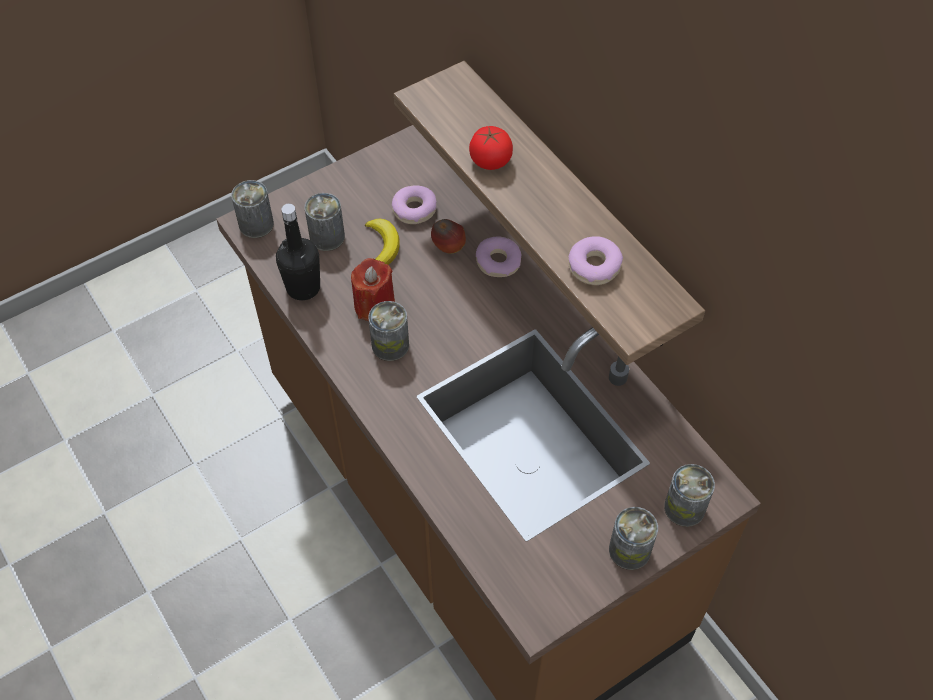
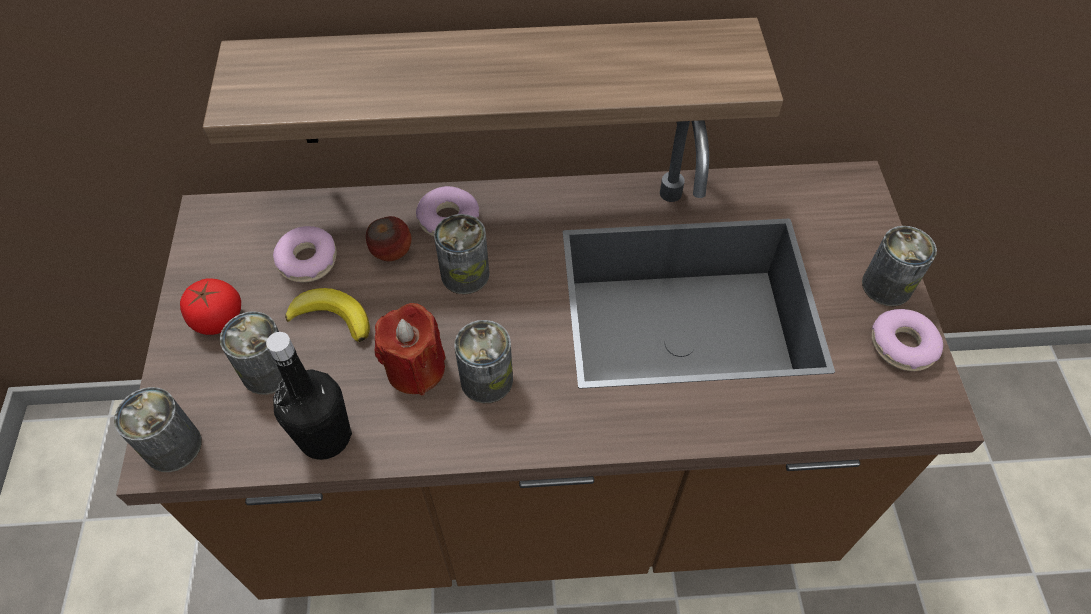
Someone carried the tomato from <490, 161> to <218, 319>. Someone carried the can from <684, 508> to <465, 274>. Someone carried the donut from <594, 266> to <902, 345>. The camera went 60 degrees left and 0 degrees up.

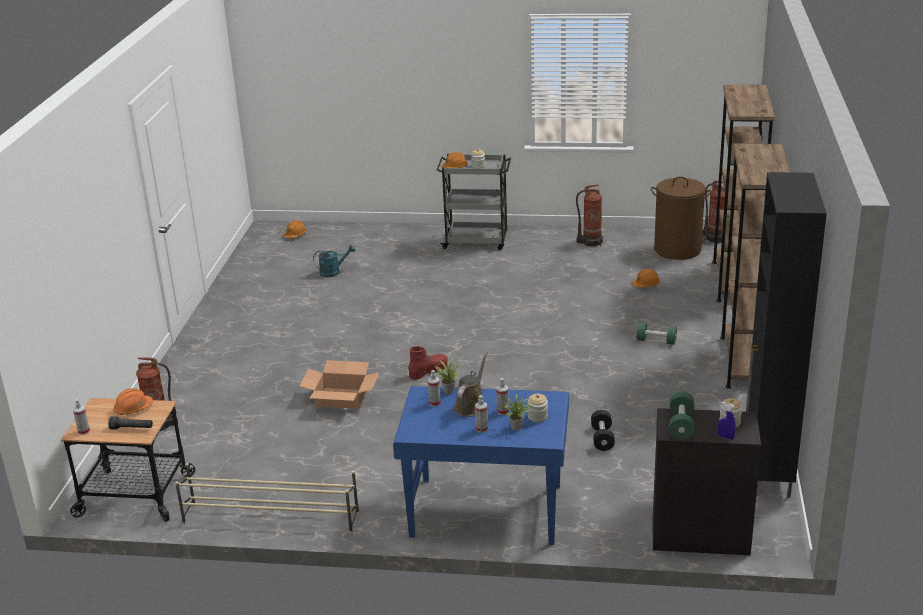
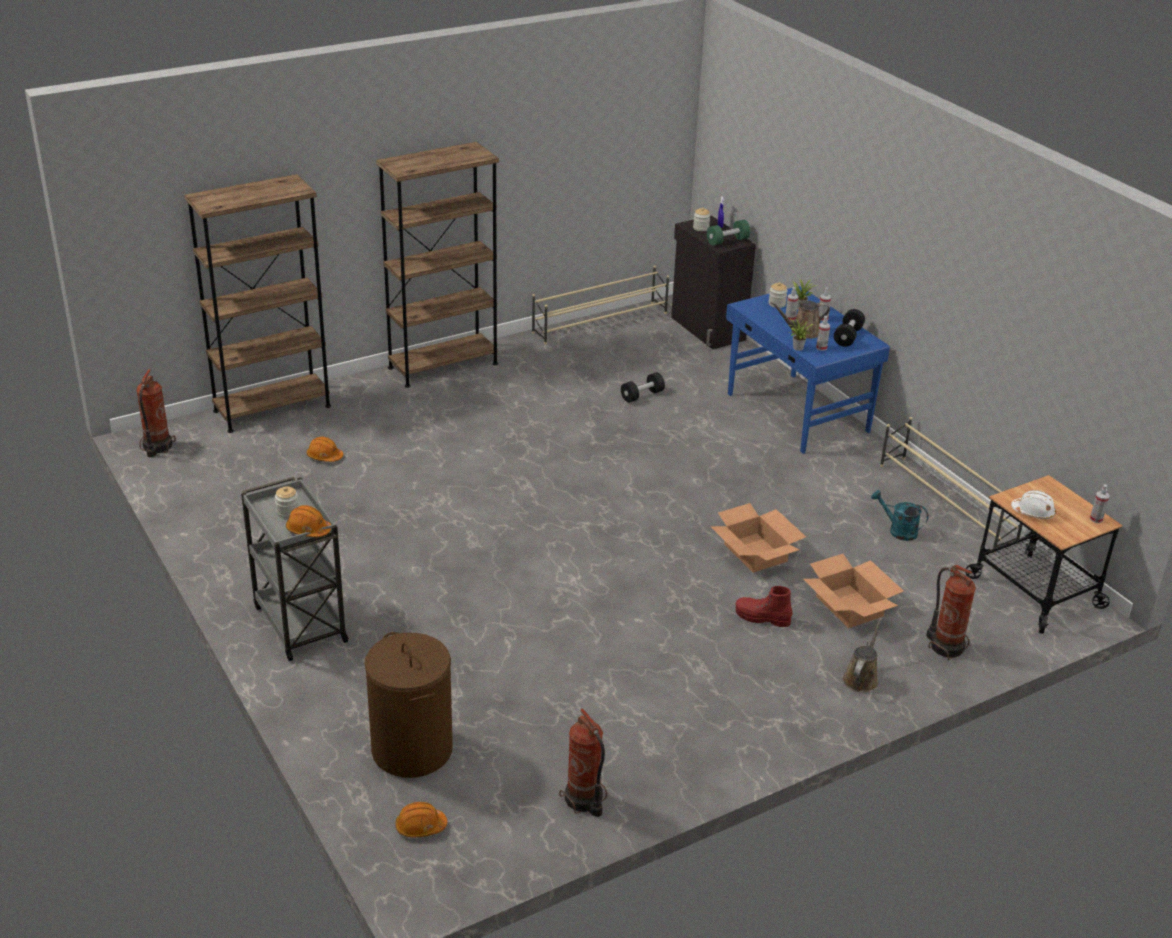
Someone carried the laundry basket (brown) from <677, 249> to <411, 749>. Someone swapped the cabinet (black) at <767, 471> for the shoe rack (beige) at <601, 323>. Someone carried the fire extinguisher from <590, 242> to <584, 800>. Someone carried the boot (red) from <428, 371> to <762, 618>. Someone put down the cardboard box at <849, 606>. Someone put down the dumbbell (black) at <848, 337>. Someone put down the watering can (brown) at <861, 678>. Someone carried the watering can (turquoise) from <333, 272> to <898, 530>. Someone repainted the hard hat (orange) at <133, 408>, which became the hard hat (white) at <1033, 512>. Someone took away the flashlight (black) at <132, 428>. Someone took away the dumbbell (green) at <656, 341>. The camera went 130 degrees left and 5 degrees up.

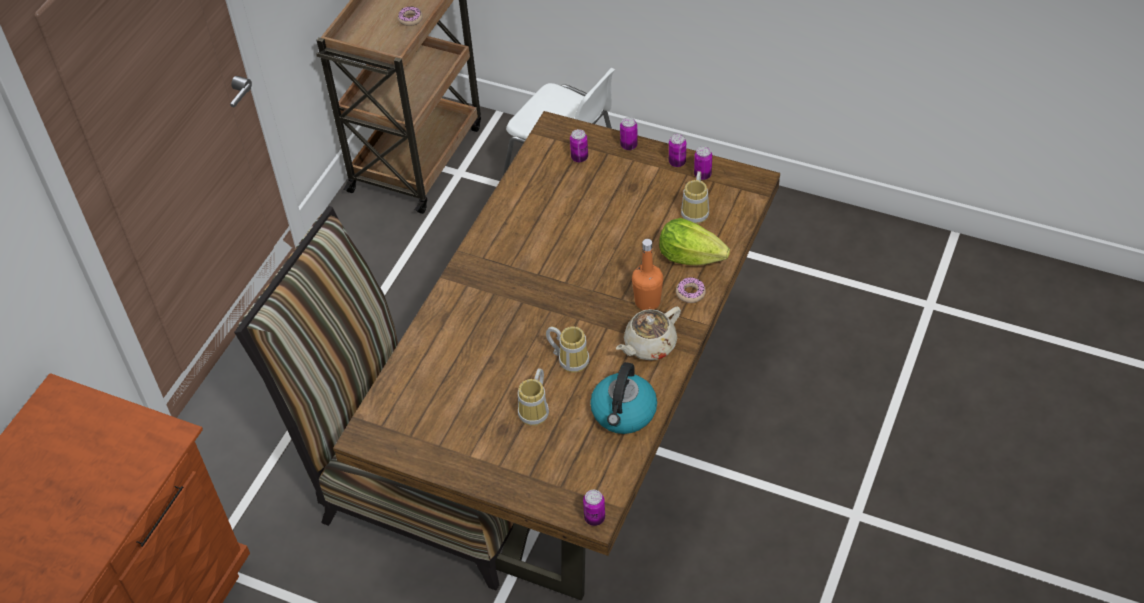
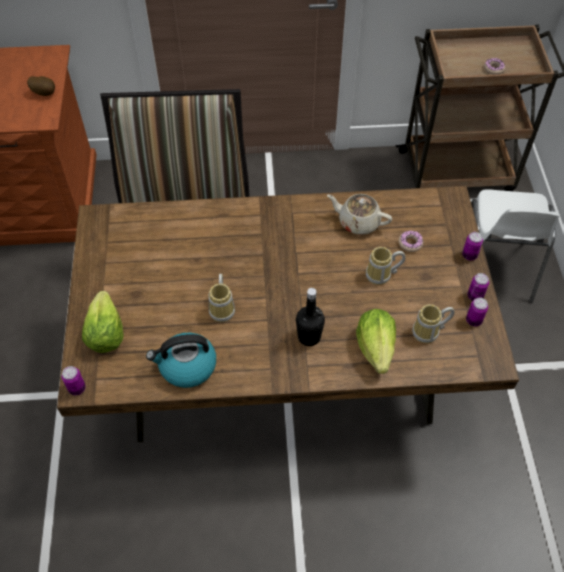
Someone put down the potato at <44, 93>. Someone put down the lettuce at <105, 334>. Someone repainted the bottle (orange) at <647, 302>, which became the bottle (black) at <309, 337>. Someone carried the teapot (beige) from <649, 345> to <358, 222>. Someone carried the mug from <537, 410> to <382, 276>. Someone carried the donut from <690, 293> to <410, 243>. Someone took away the can at <579, 157>. The camera went 60 degrees right and 5 degrees up.

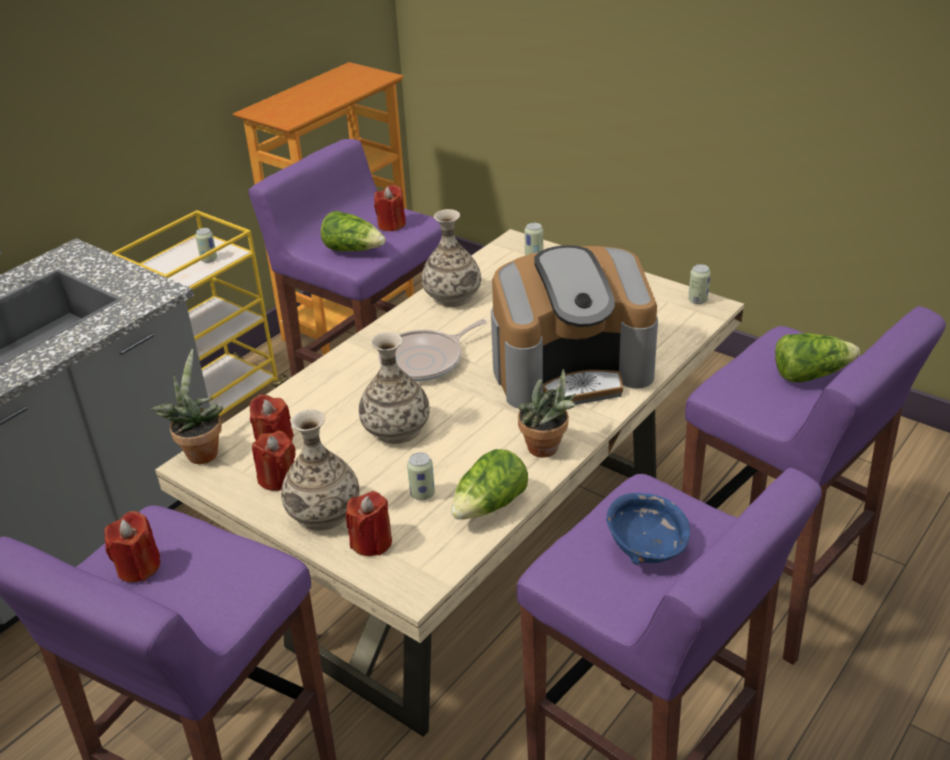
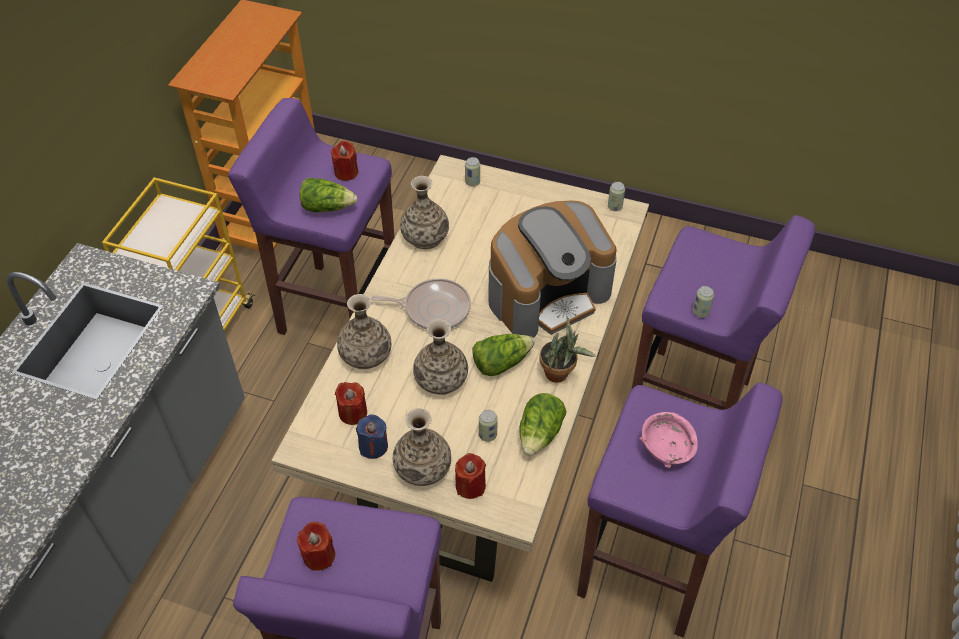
Someone put down the vase at <365, 354>. Someone repainted the candle (red) at <278, 478>, which became the candle (blue) at <373, 446>. Someone rotated the frying pan at <425, 360> by 120 degrees counterclockwise. Someone carried the lettuce from <810, 374> to <501, 362>. Someone repainted the bowl (blue) at <646, 547>, which became the bowl (pink) at <666, 449>. Someone carried the can from <209, 259> to <700, 312>. Someone took away the potted plant at <200, 452>. The camera went 20 degrees left and 15 degrees up.

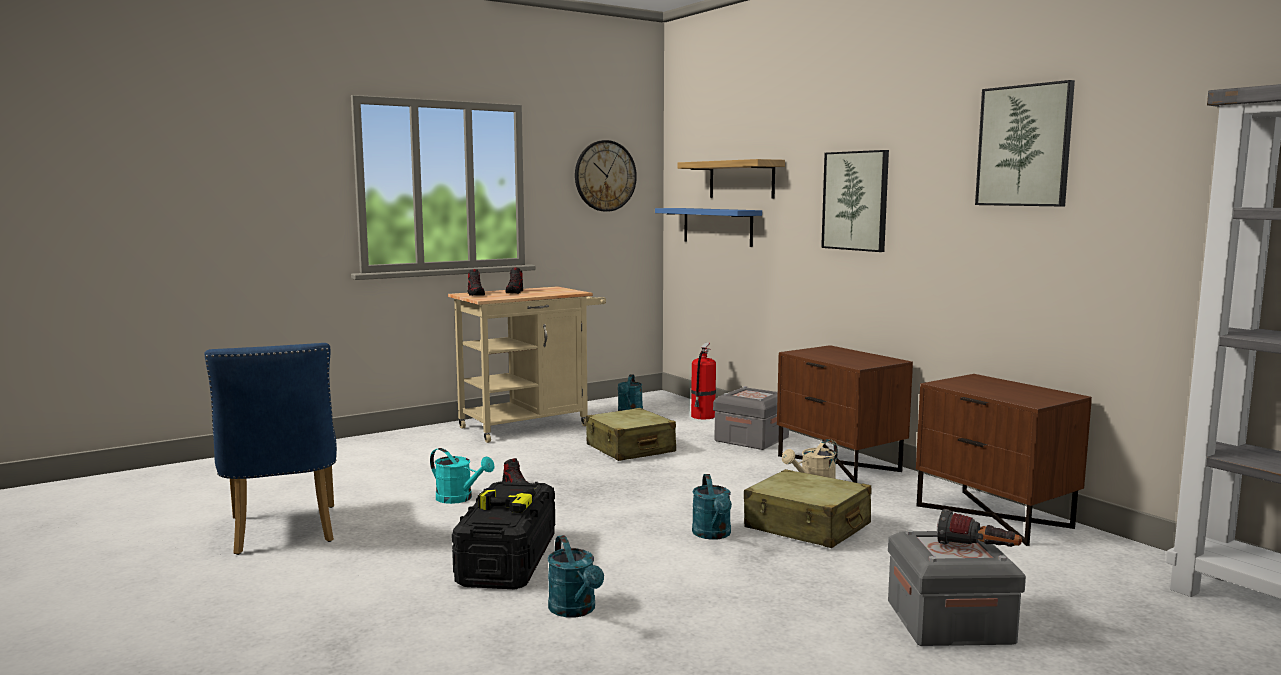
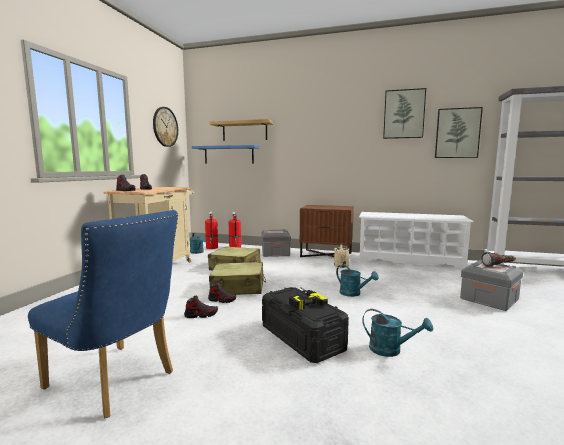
Someone swapped the watering can (turquoise) at <459, 499> for the shoe at <201, 315>. Someone put down the fire extinguisher at <212, 247>. Someone carried the suitcase (beige) from <807, 527> to <238, 288>. Someone swapped the nightstand (brown) at <994, 516> for the shoe rack (white) at <409, 261>. Someone carried the picture from <856, 201> to <457, 133>. The camera went 40 degrees left and 0 degrees up.

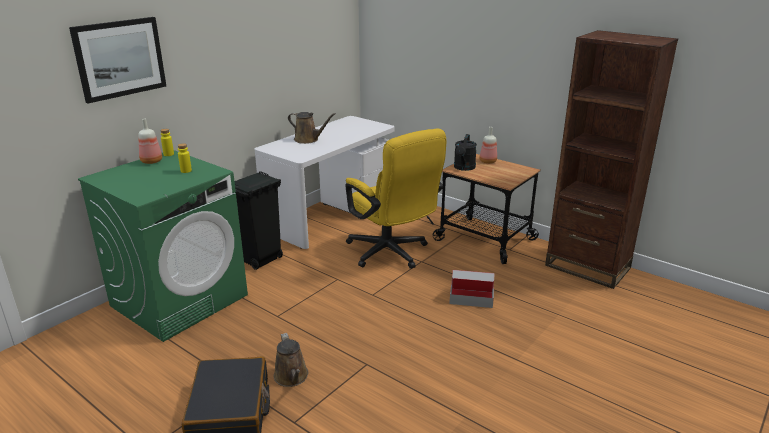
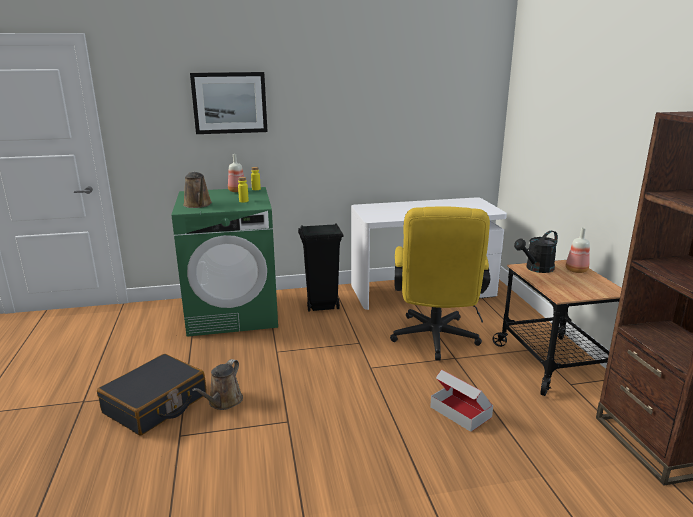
Someone carried the watering can (brown) from <308, 140> to <198, 205>. The camera went 40 degrees right and 5 degrees down.

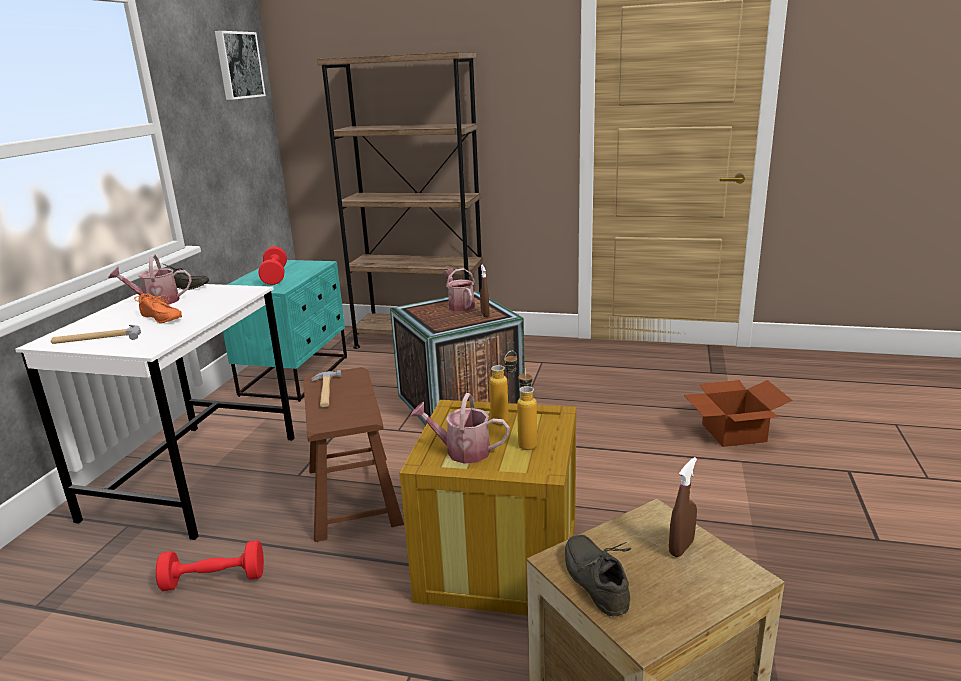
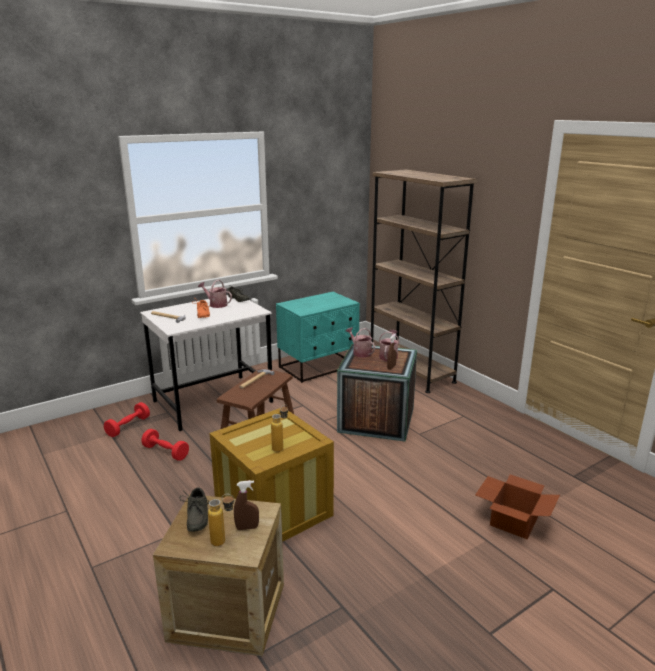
Someone carried the dumbbell (red) from <275, 276> to <128, 426>. Someone rotated the shoe (grey) at <598, 580> by 150 degrees clockwise. Someone carried the bottle from <505, 419> to <224, 542>. Someone carried the watering can from <461, 451> to <360, 352>. Someone took away the picture at <238, 65>. The camera went 40 degrees right and 0 degrees up.

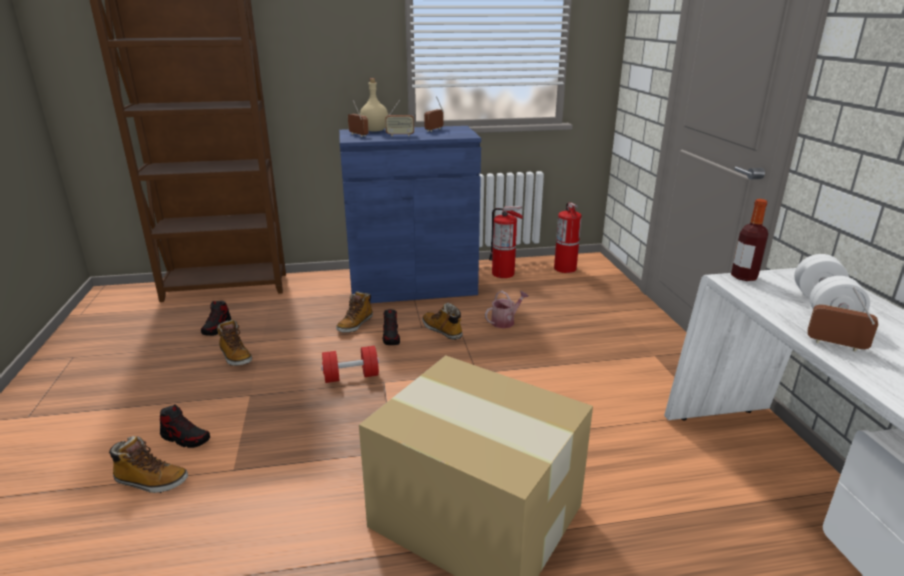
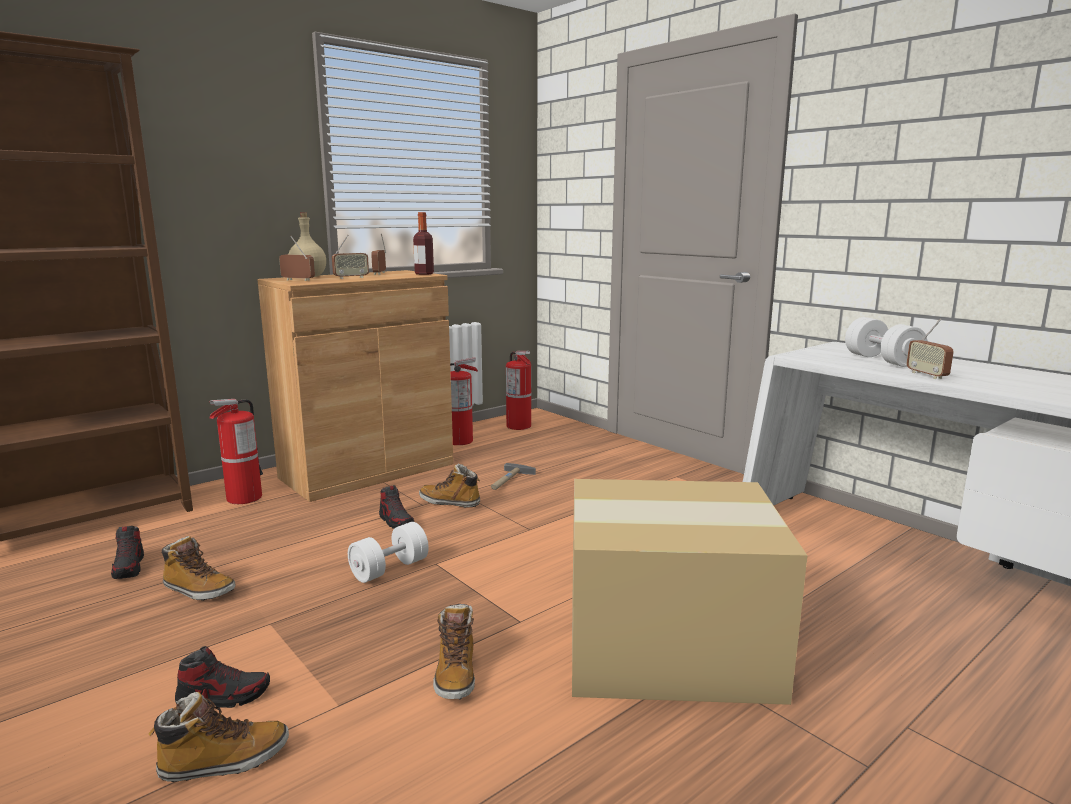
Someone put down the fire extinguisher at <244, 498>. Someone repainted the cabinet (blue) at <412, 286>, which became the cabinet (brown) at <367, 471>. Someone repainted the dumbbell (red) at <351, 376>, which became the dumbbell (white) at <389, 569>. Someone carried the bottle from <744, 277> to <424, 274>. Someone carried the boot from <355, 324> to <455, 674>. Someone swapped the watering can at <505, 321> for the hammer at <509, 480>. Someone rotated the radio at <836, 345> by 105 degrees counterclockwise. The camera went 30 degrees left and 10 degrees down.

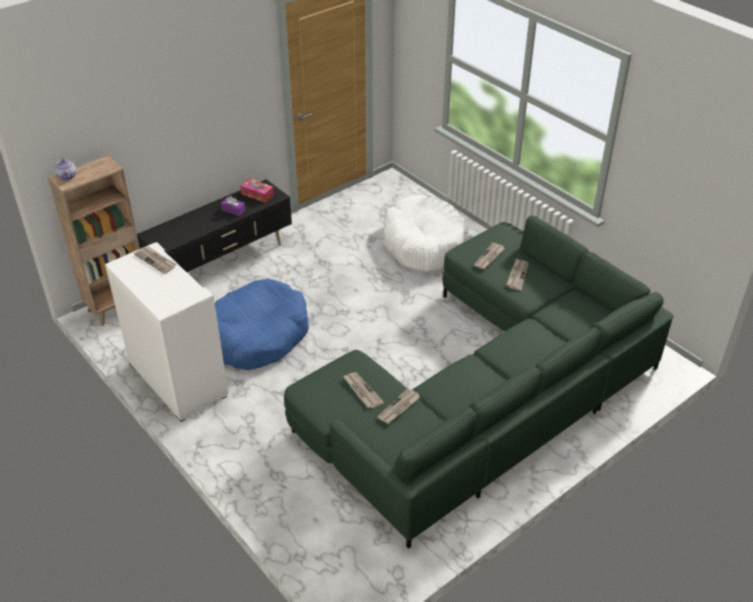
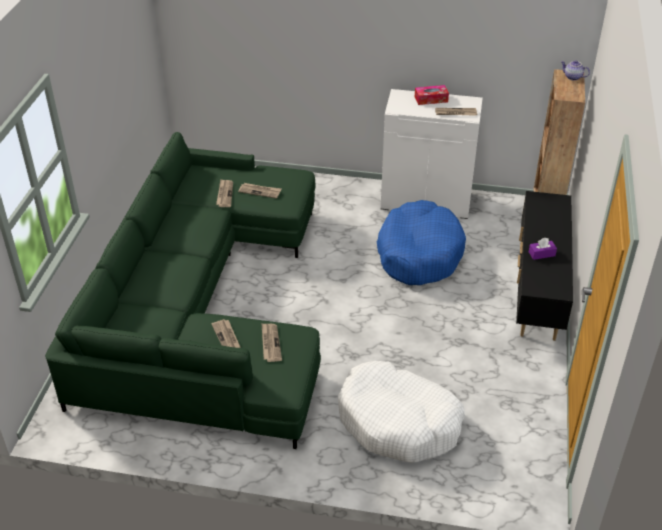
Someone carried the tissue box from <257, 194> to <431, 99>. The camera went 140 degrees right and 0 degrees up.

